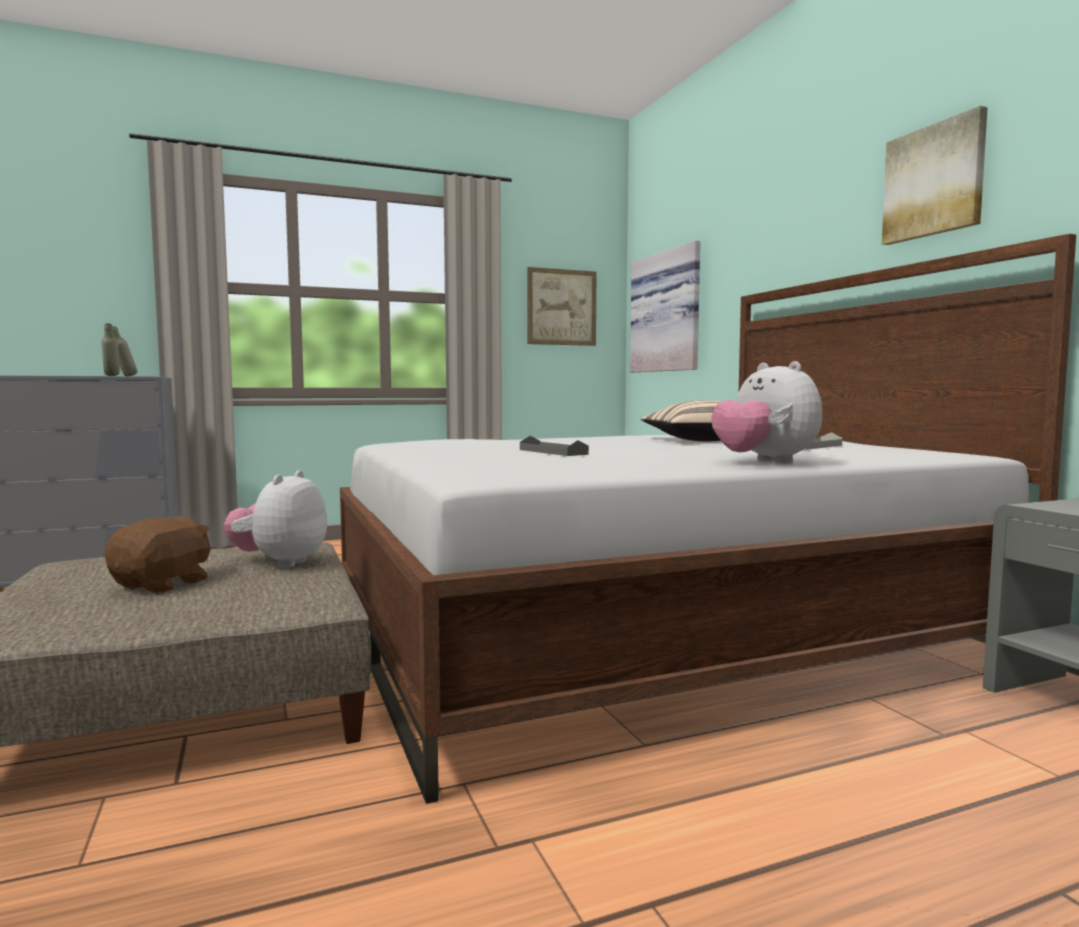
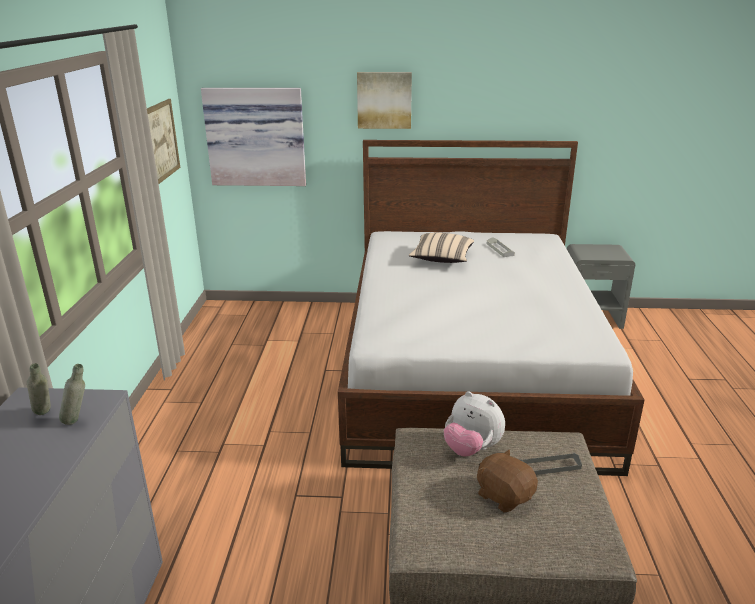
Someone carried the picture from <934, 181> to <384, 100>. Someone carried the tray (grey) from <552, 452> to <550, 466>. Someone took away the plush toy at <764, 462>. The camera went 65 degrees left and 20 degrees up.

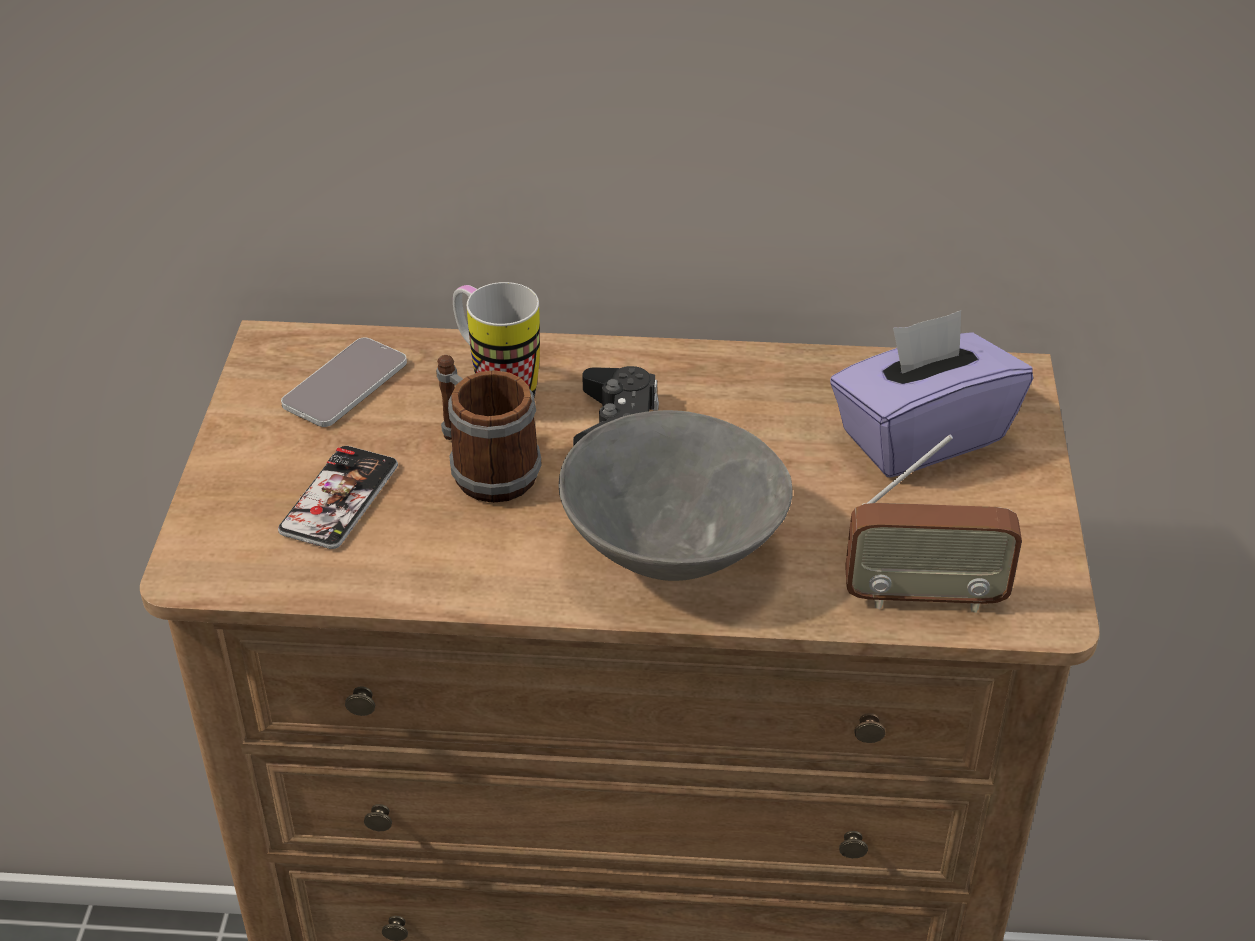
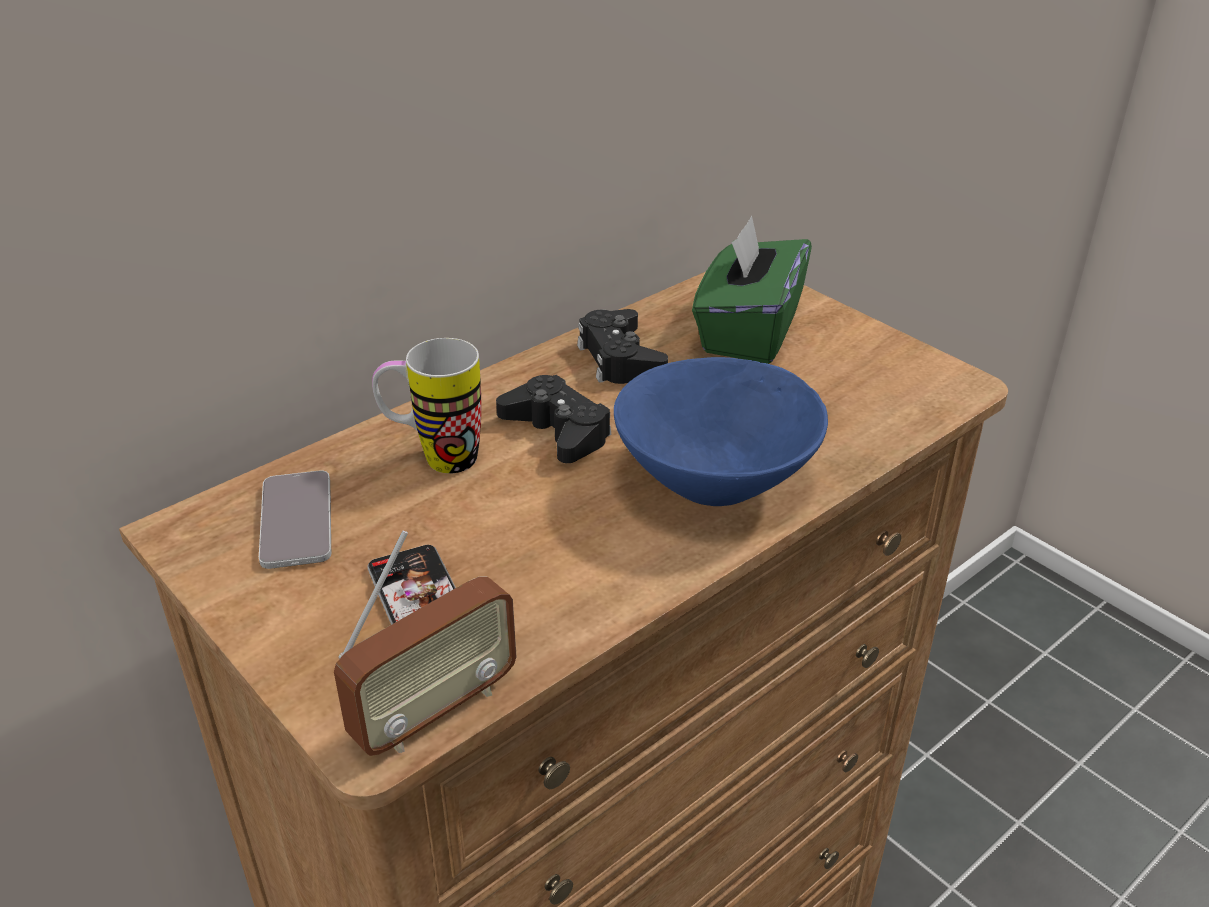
Someone carried the radio from <924, 596> to <434, 711>. Someone put down the game controller (black) at <619, 358>. Someone repainted the bowl (grey) at <674, 552>, which became the bowl (blue) at <718, 481>. Someone repainted the tissue box (purple) at <921, 436>, which became the tissue box (green) at <748, 332>. Someone took away the mug at <484, 467>. The camera went 45 degrees left and 5 degrees down.

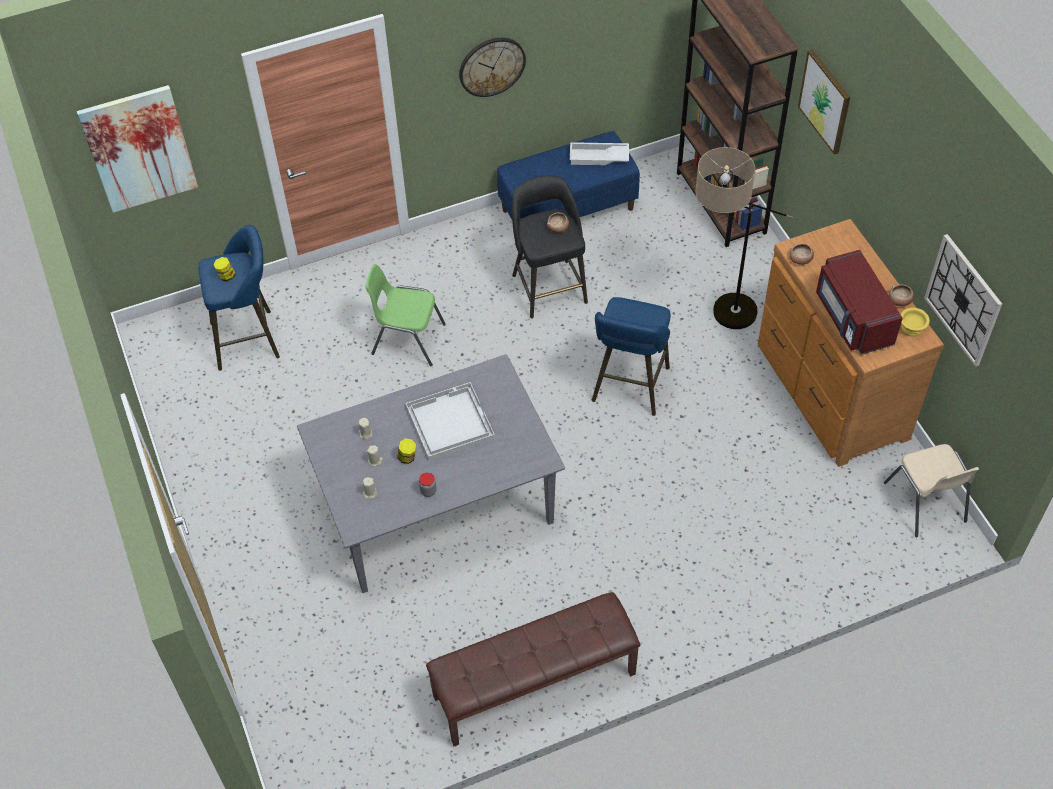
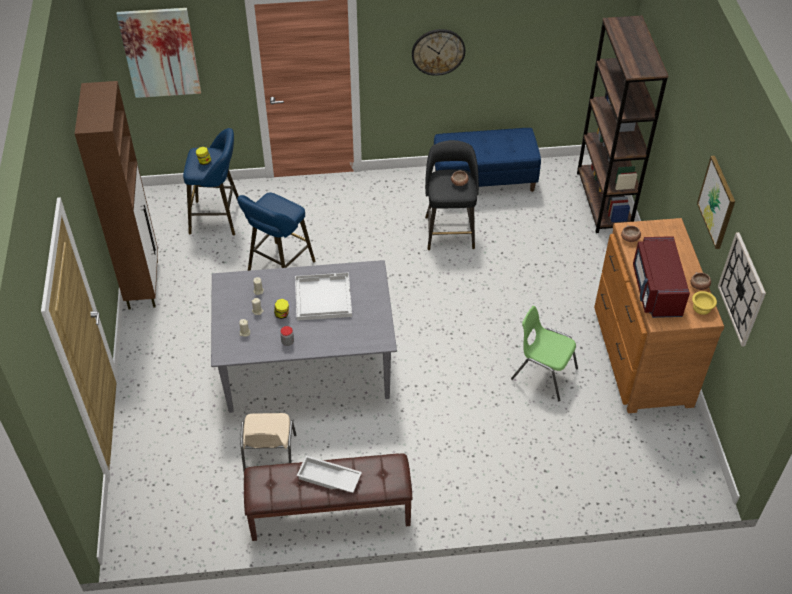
Someone put down the cabinet (brown) at <143, 284>. Someone carried the stool (blue) from <629, 388> to <279, 268>. Someone carried the chair (beige) from <925, 503> to <269, 459>. Someone carried the tray (white) from <598, 158> to <328, 478>. Someone carried the chair (green) from <407, 339> to <543, 373>. Someone carried the picture from <825, 101> to <717, 202>. Someone took away the floor lamp at <719, 318>. The camera went 15 degrees right and 5 degrees down.

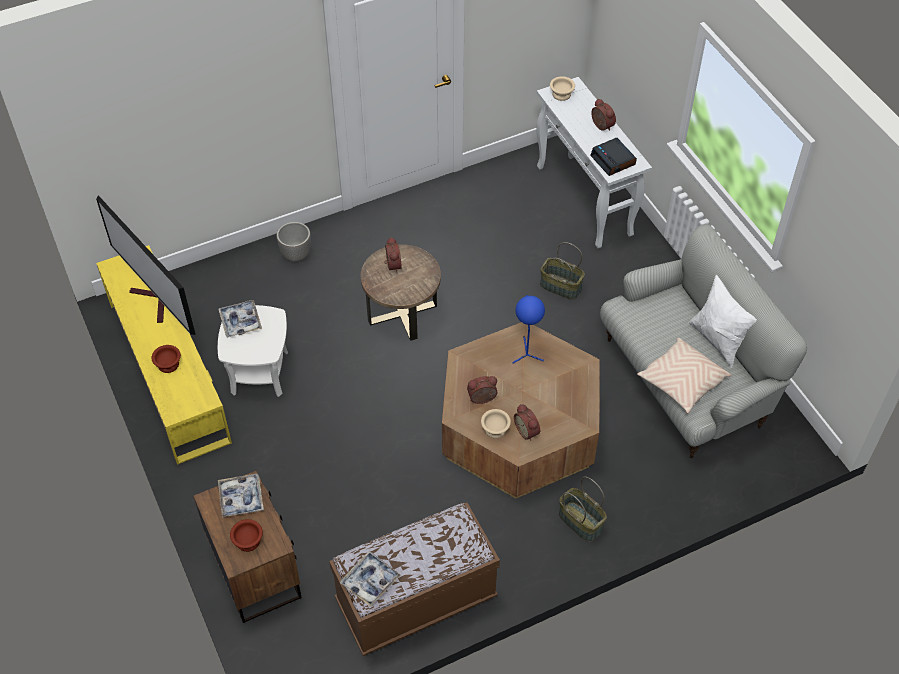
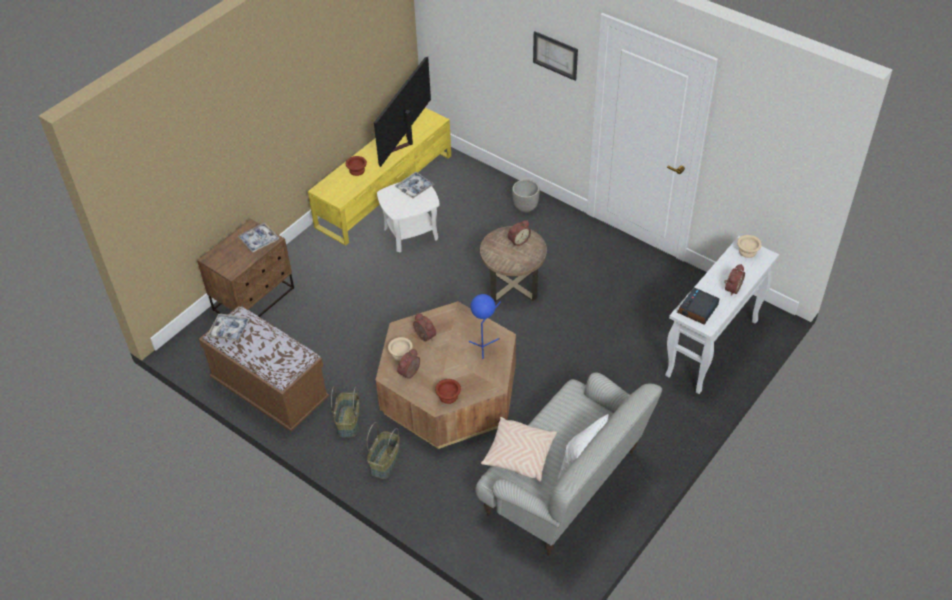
Someone carried the basket from <560, 287> to <348, 421>. Someone carried the bowl (brown) from <247, 540> to <448, 396>. Someone put up the picture at <555, 55>. The camera went 65 degrees right and 5 degrees down.

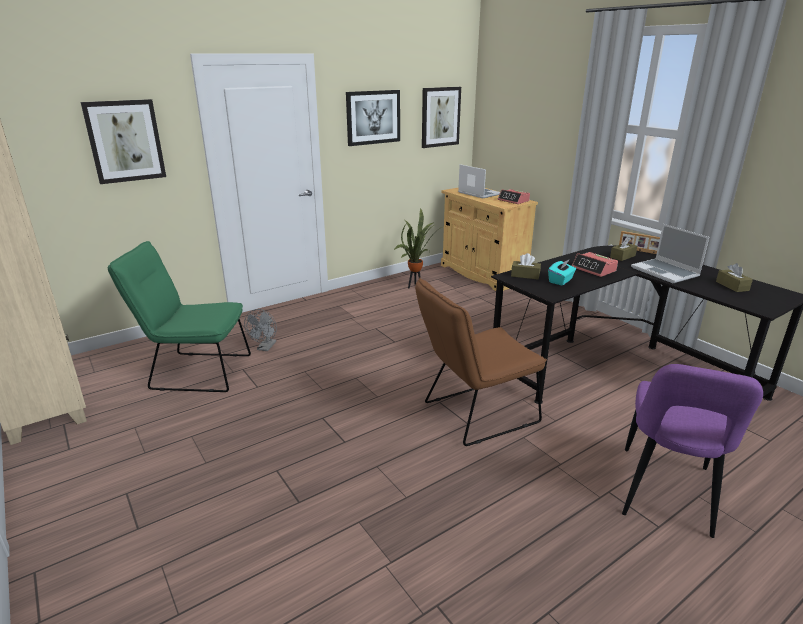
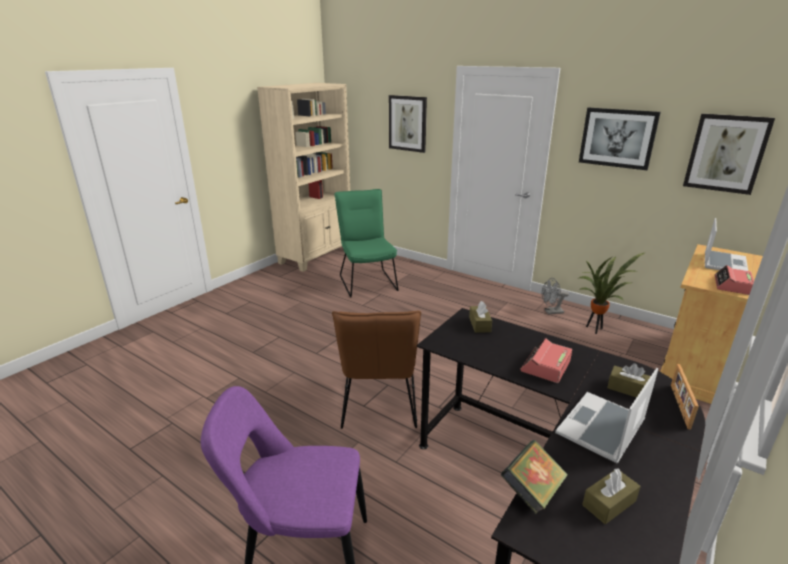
Someone rotated the chair (brown) at <474, 414> by 135 degrees counterclockwise. Someone put down the book at <532, 491>. Someone carried the fan (grey) from <265, 348> to <551, 312>. Someone took away the tissue box (turquoise) at <561, 281>. The camera went 70 degrees right and 0 degrees up.

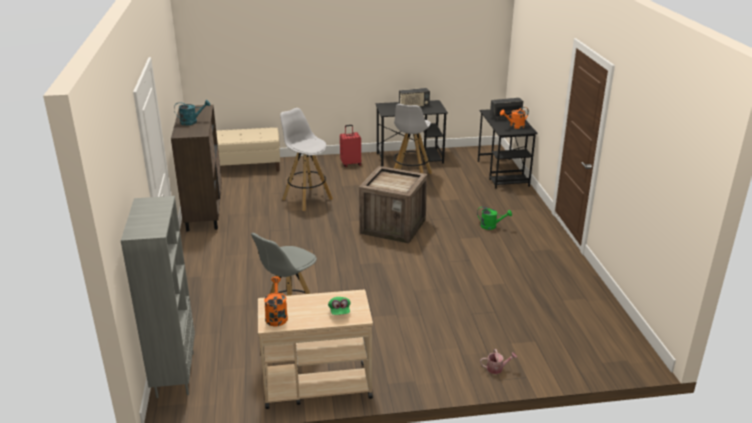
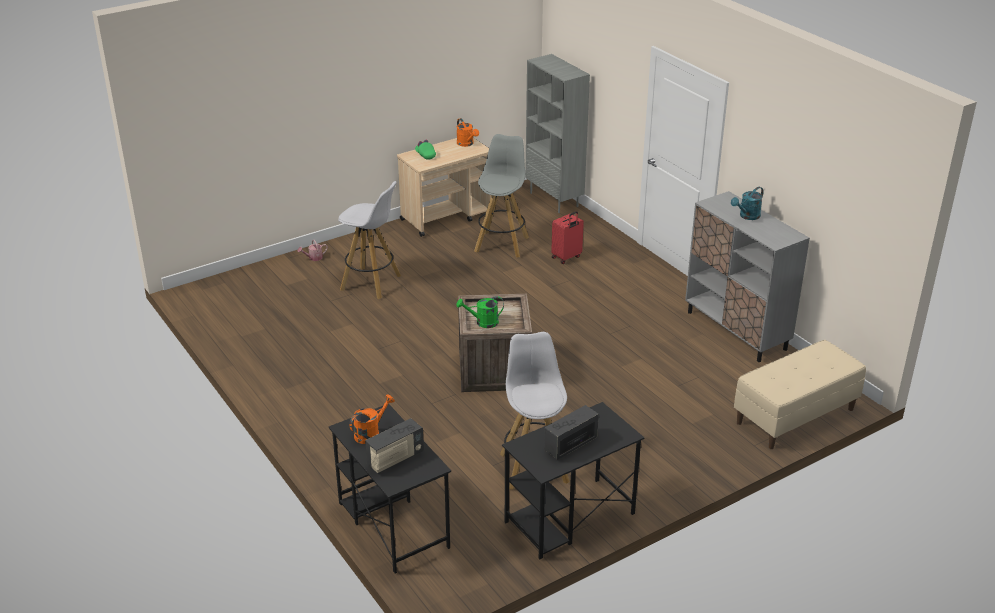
Someone carried the stool (white) from <306, 199> to <372, 283>. Someone carried the watering can (green) from <491, 226> to <483, 322>. Someone carried the suitcase (red) from <351, 164> to <566, 257>. Someone repainted the cabinet (brown) at <204, 210>, which became the cabinet (grey) at <736, 330>. The camera went 155 degrees right and 5 degrees up.

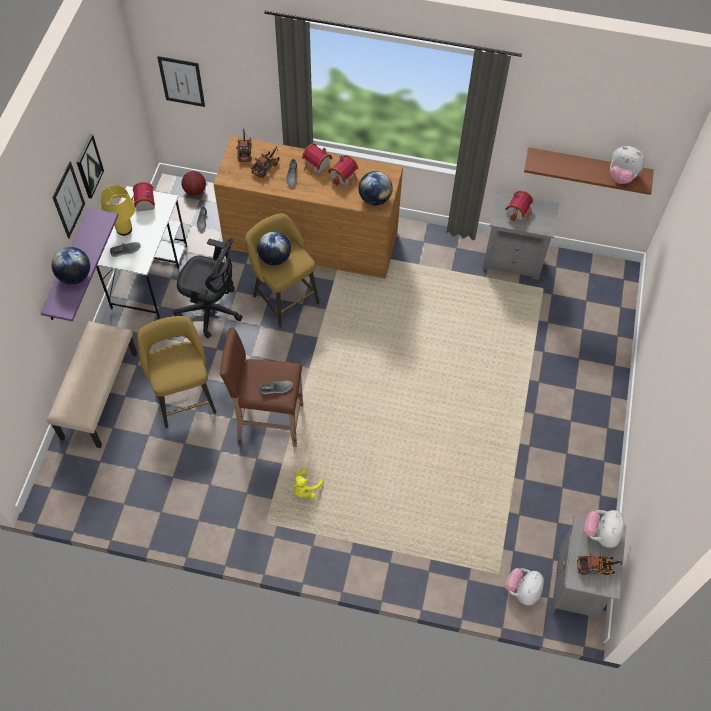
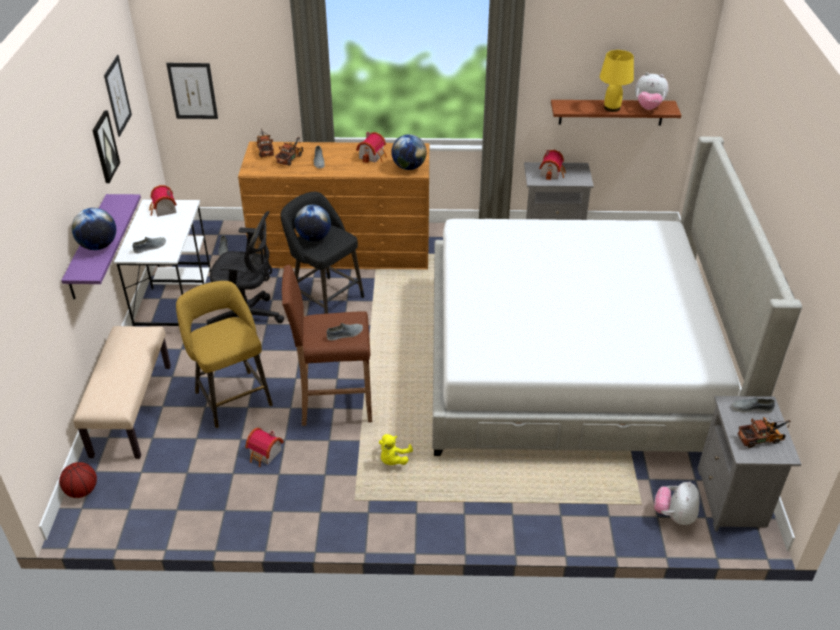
Someone carried the basketball from <194, 191> to <81, 491>. Someone carried the picture from <68, 200> to <117, 95>. Someone carried the toy house from <316, 165> to <265, 454>. Someone repainted the stool (yellow) at <283, 297>, which became the stool (black) at <325, 297>. Someone put down the bed at <574, 361>. Someone carried the table lamp (yellow) from <124, 229> to <612, 108>. Someone swapped the plush toy at <601, 534> for the shoe (grey) at <751, 408>. The camera went 10 degrees left and 20 degrees down.

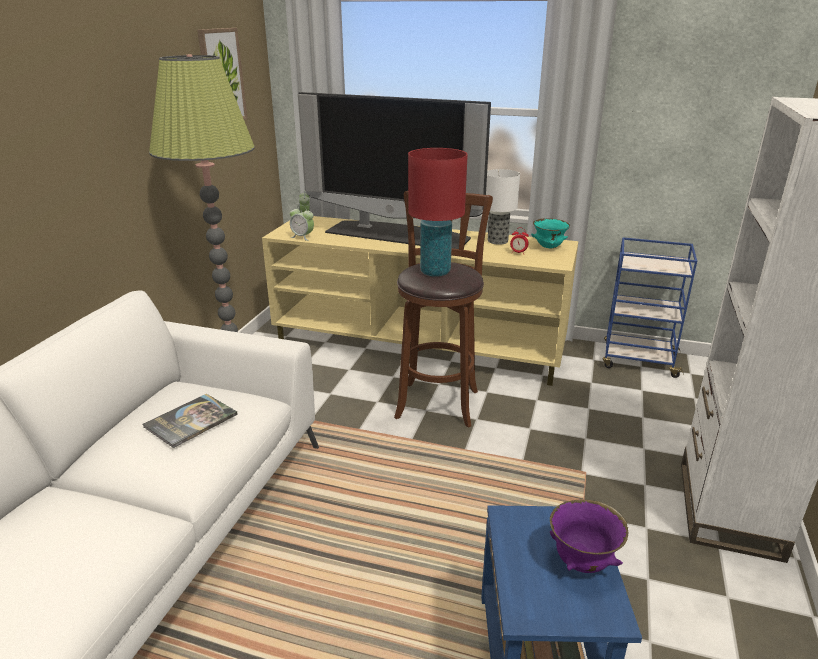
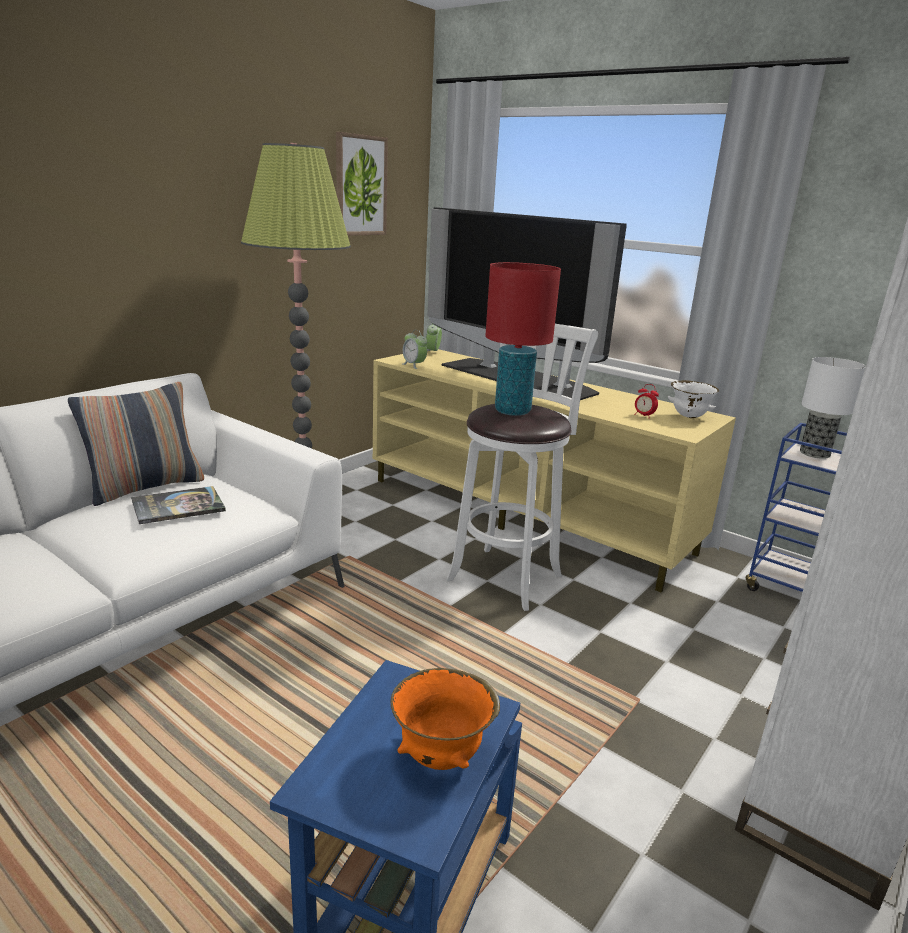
Someone put down the pillow at <145, 487>. Someone repainted the bowl (purple) at <583, 563>, which became the bowl (orange) at <441, 757>. Someone repainted the stool (brown) at <438, 401>, which became the stool (white) at <507, 575>. Someone repainted the bowl (turquoise) at <548, 247>, which became the bowl (white) at <688, 417>. Someone carried the table lamp from <497, 241> to <814, 453>. The camera went 20 degrees right and 5 degrees down.

